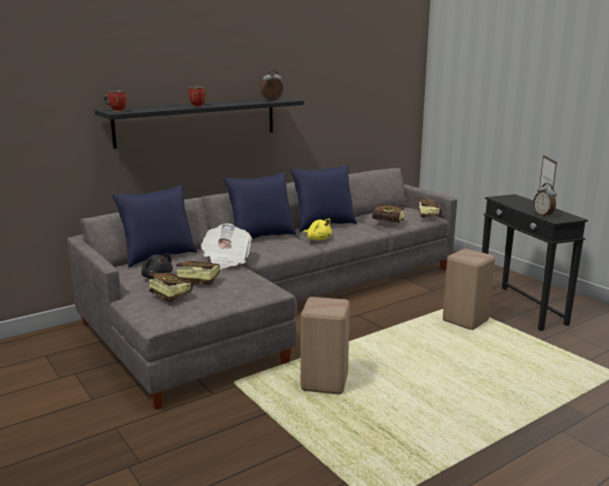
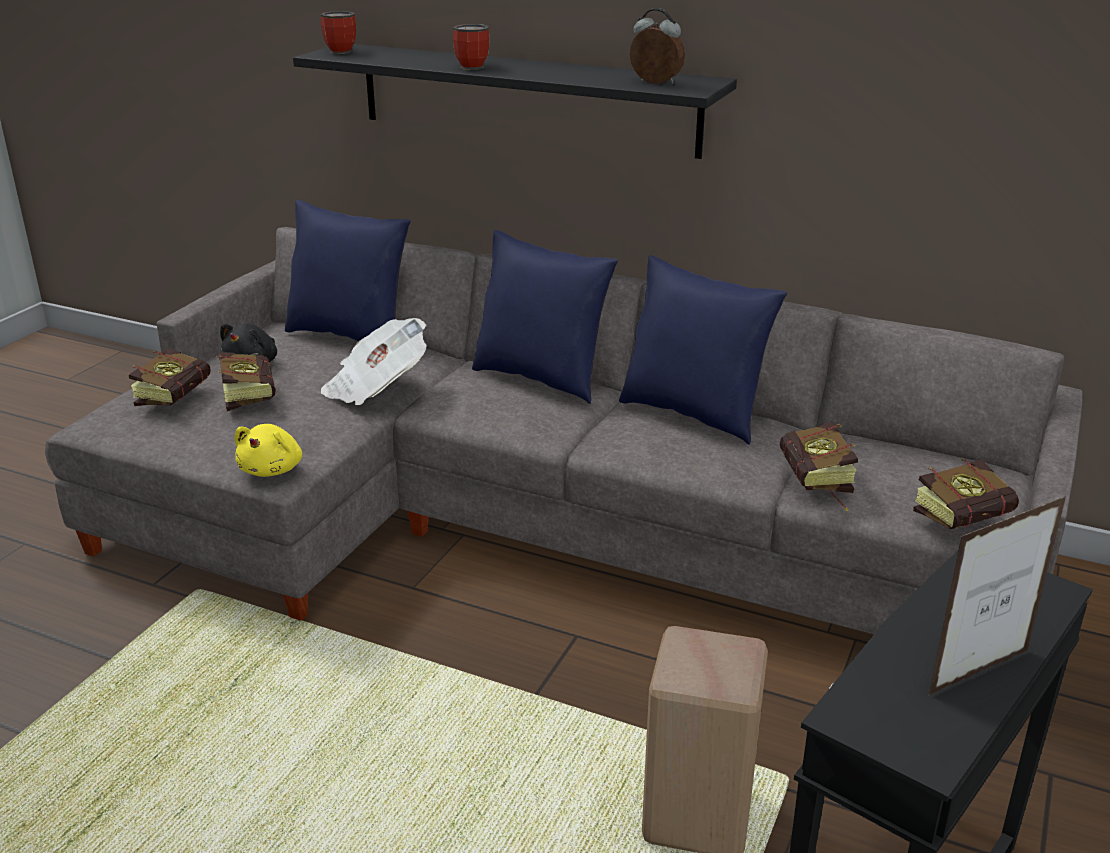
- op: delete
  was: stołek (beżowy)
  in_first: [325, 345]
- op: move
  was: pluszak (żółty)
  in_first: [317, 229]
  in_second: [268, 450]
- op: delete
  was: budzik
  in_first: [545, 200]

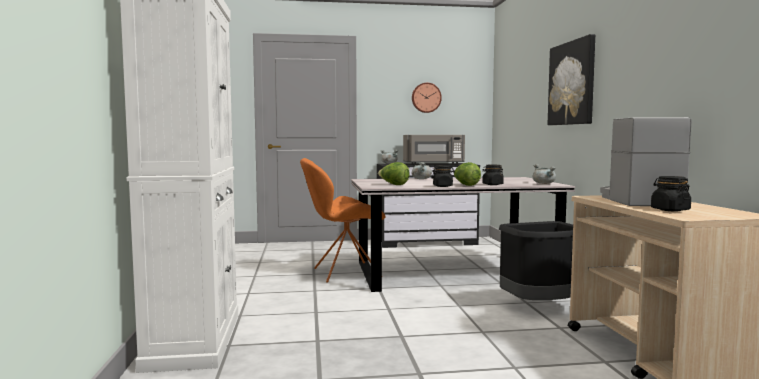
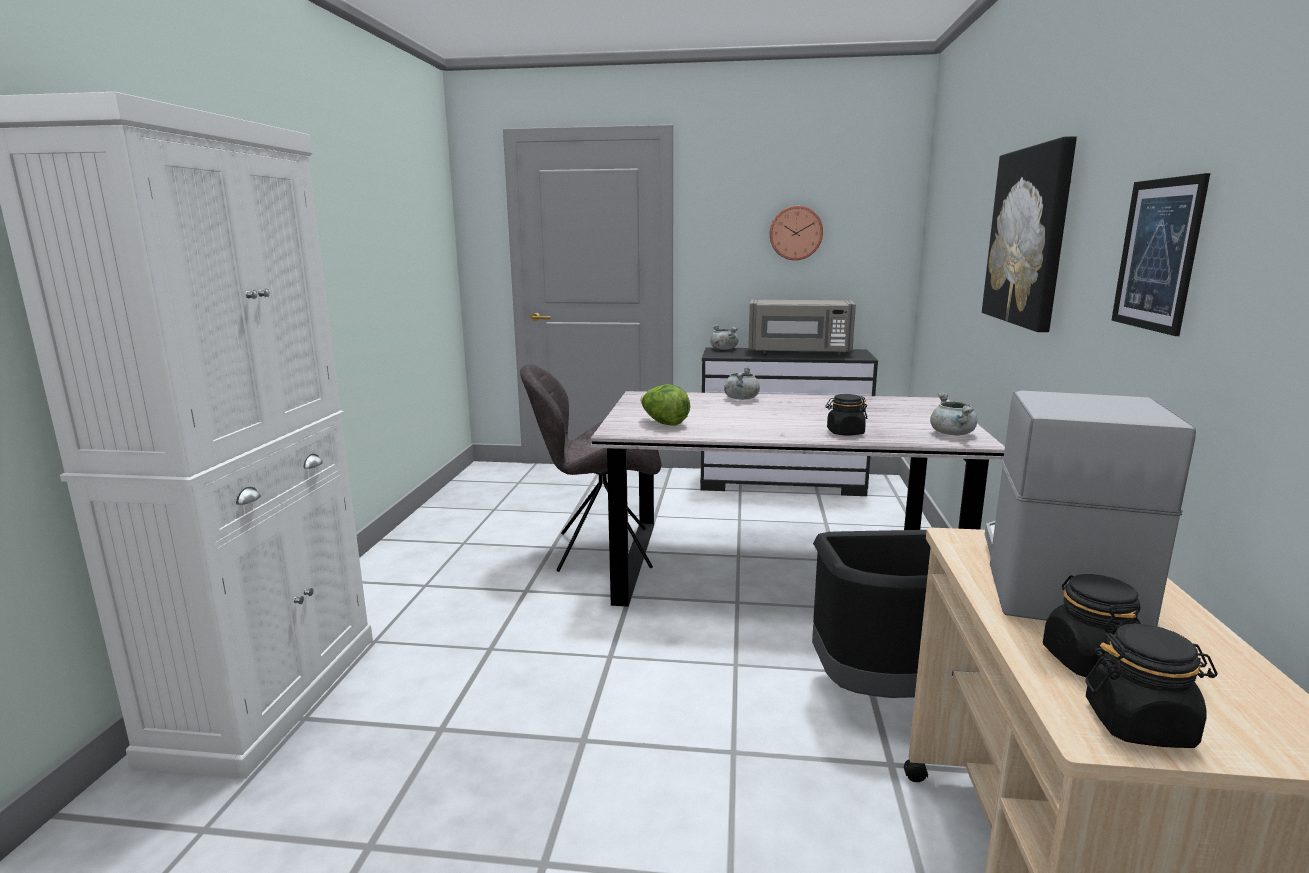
- op: recolor
  was: krzesło (pomarańczowy)
  now: krzesło (szary)
  in_first: [343, 220]
  in_second: [590, 468]
- op: move
  was: słoik (czarny)
  in_first: [443, 176]
  in_second: [1151, 685]
- op: delete
  was: sałata
  in_first: [467, 174]
- op: insert
  now: obraz
  in_second: [1160, 254]

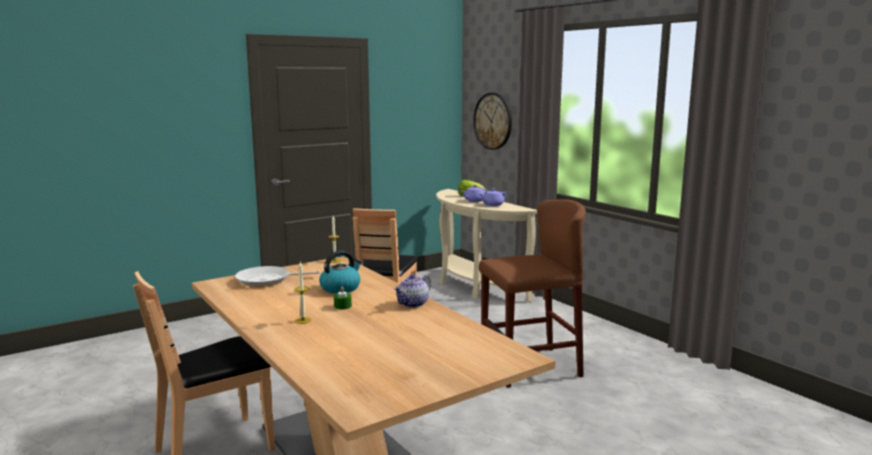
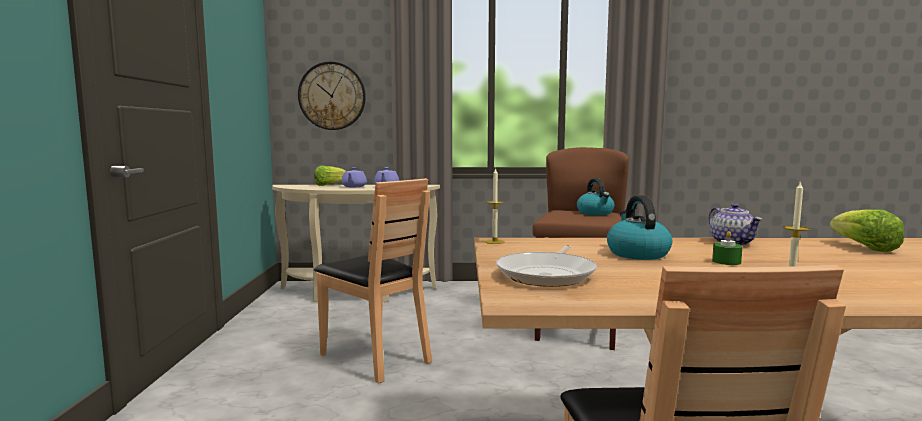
- op: insert
  now: czajnik
  in_second: [595, 196]
- op: insert
  now: sałata
  in_second: [867, 230]

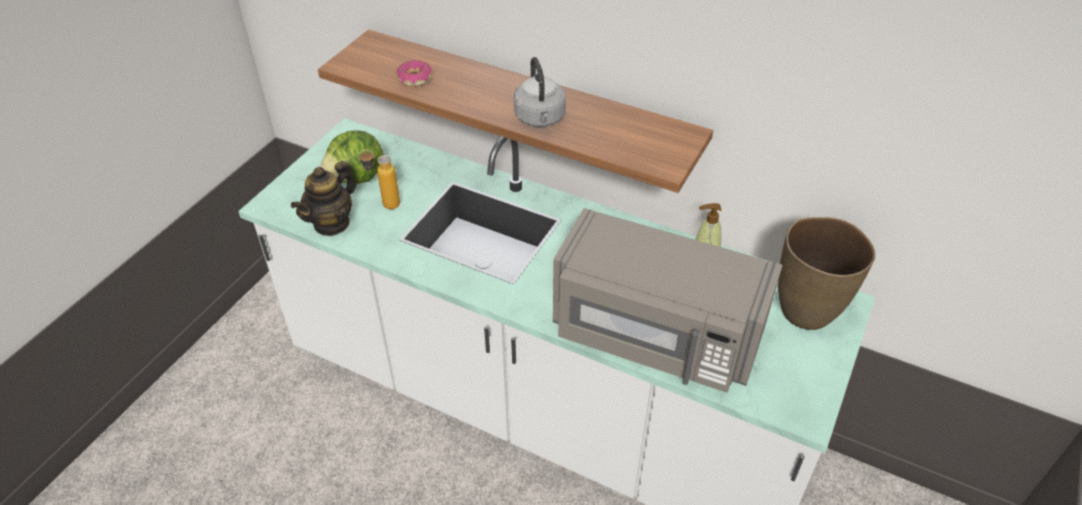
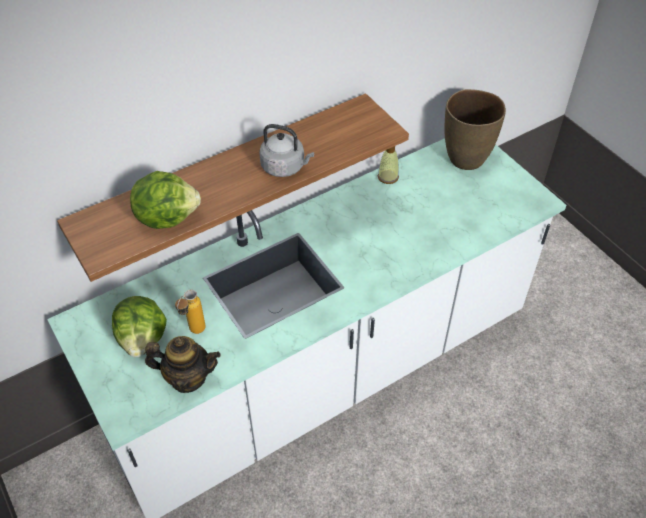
- op: rotate
  was: imbryk
  in_first: [323, 198]
  in_second: [183, 364]
  clockwise: -60
- op: replace
  was: donut
  now: sałata
  in_first: [414, 73]
  in_second: [165, 200]
- op: delete
  was: mikrofalówka (szary)
  in_first: [668, 300]

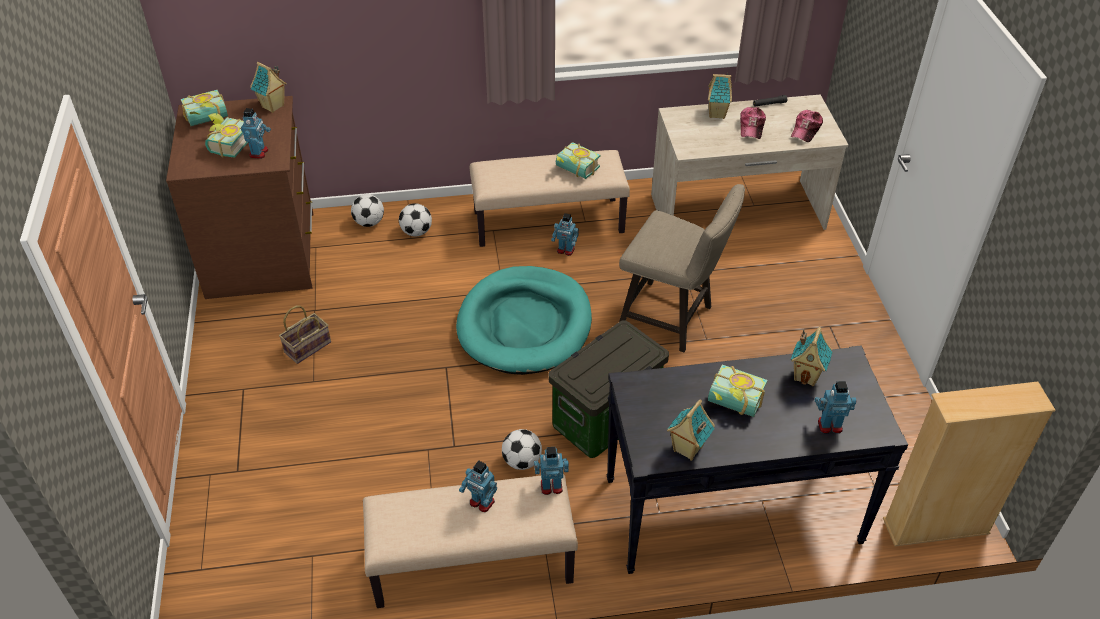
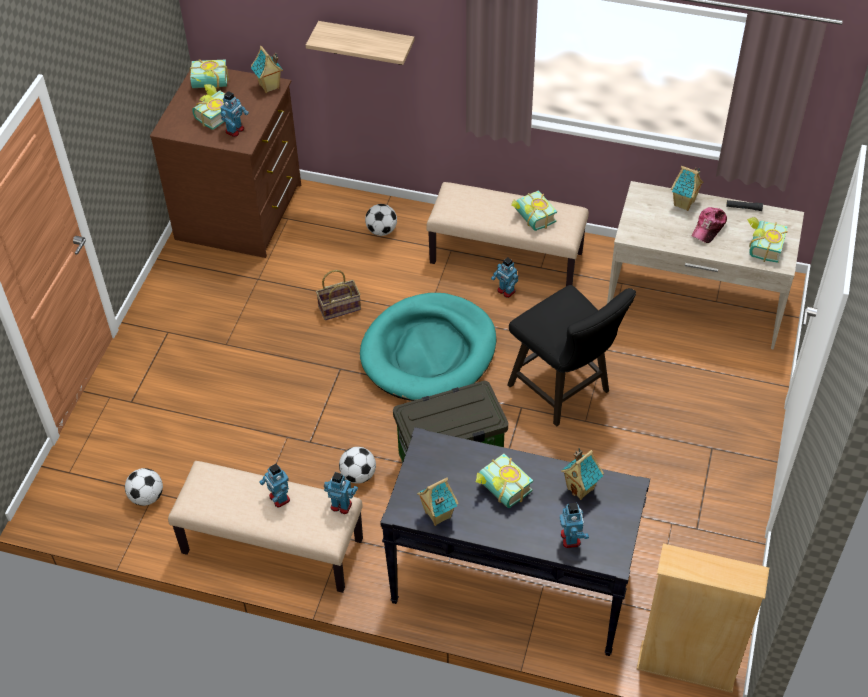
- op: move
  was: koszyk
  in_first: [305, 334]
  in_second: [338, 295]
- op: move
  was: piłka futbolowa
  in_first: [367, 210]
  in_second: [144, 487]
- op: recolor
  was: stołek (beżowy)
  now: stołek (czarny)
  in_first: [682, 268]
  in_second: [571, 356]
- op: replace
  was: czapka z daszkiem
  now: książka
  in_first: [807, 126]
  in_second: [767, 240]
- op: rotate
  was: robot zabawkowy
  in_first: [835, 407]
  in_second: [574, 525]
  clockwise: 60
- op: insert
  now: półka
  in_second: [360, 43]

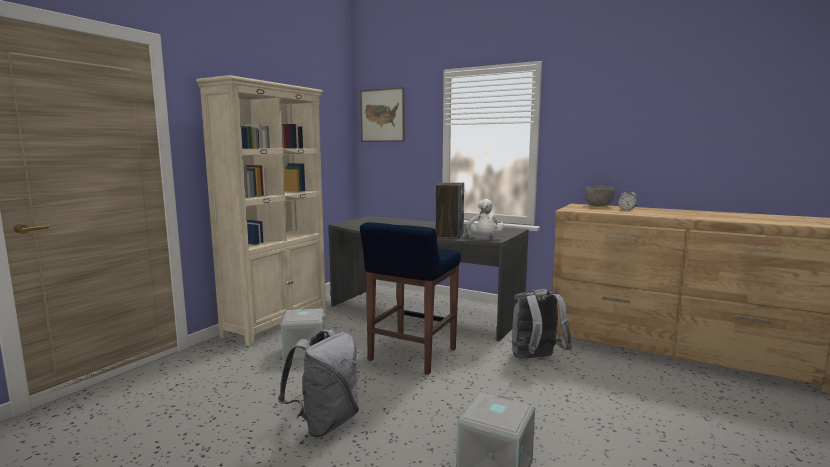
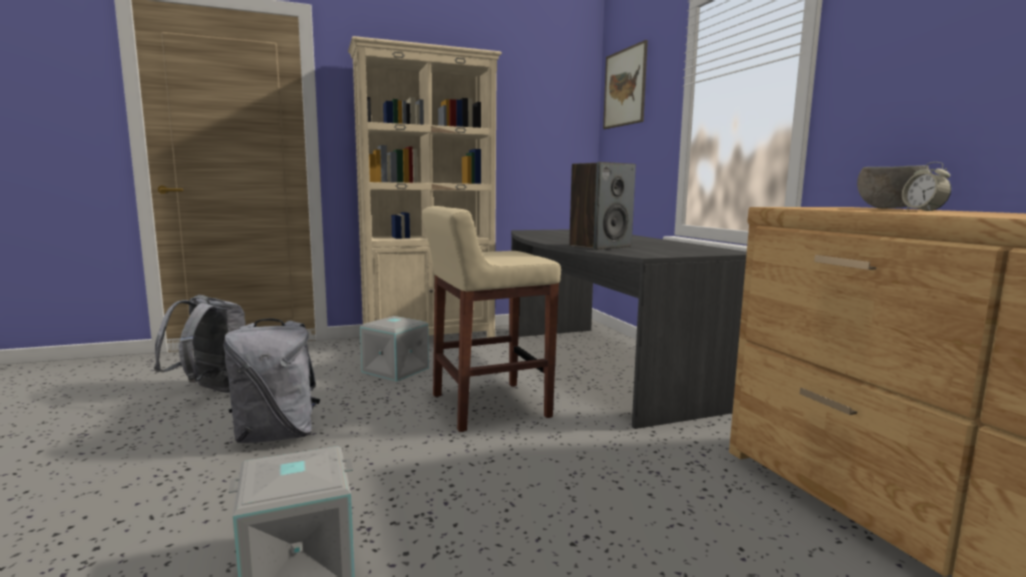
- op: recolor
  was: stołek (niebieski)
  now: stołek (beżowy)
  in_first: [410, 298]
  in_second: [491, 319]
- op: delete
  was: pluszak (biały)
  in_first: [485, 217]
- op: move
  was: plecak (szary)
  in_first: [542, 324]
  in_second: [200, 344]

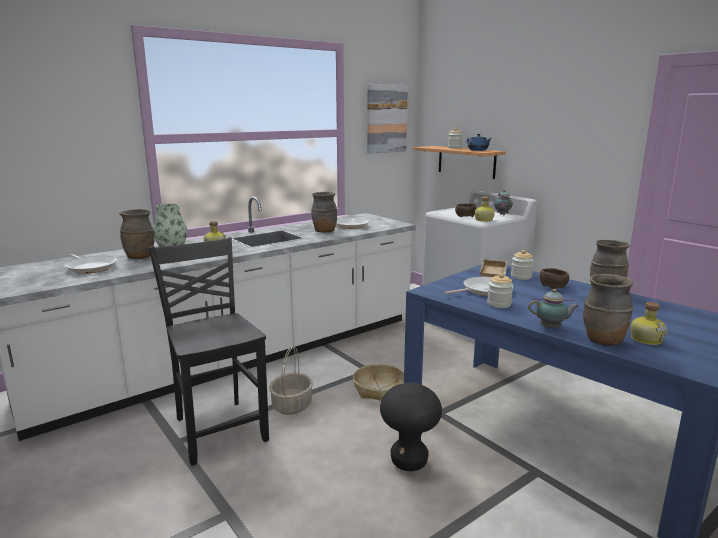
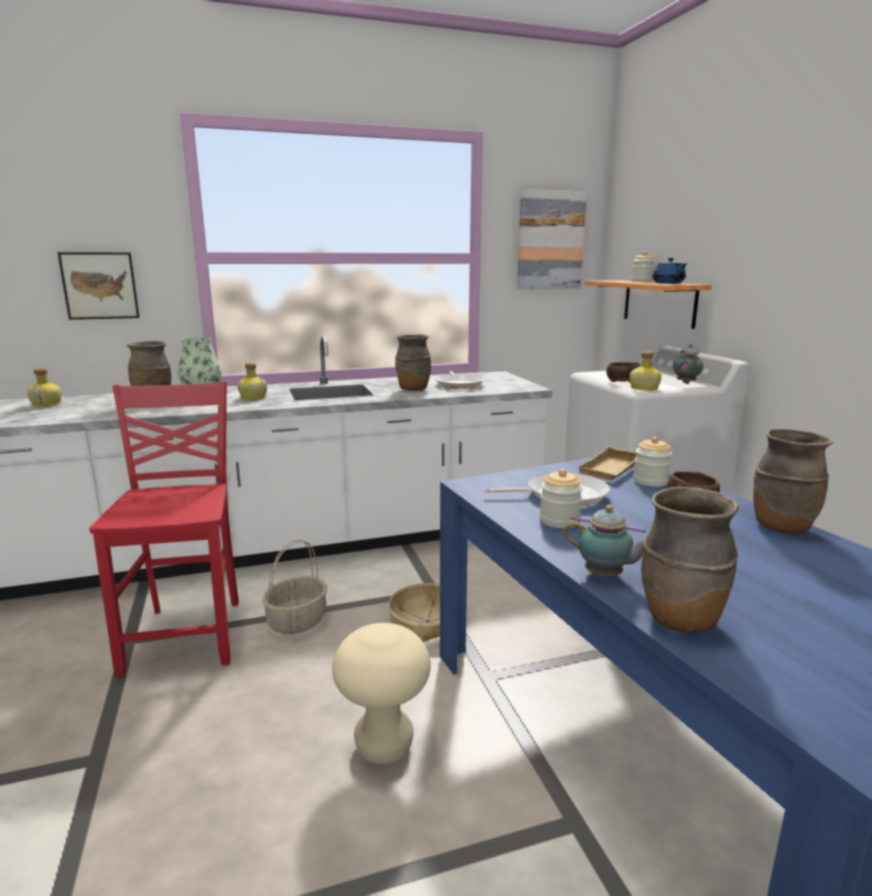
- op: delete
  was: patelnia
  in_first: [90, 264]
- op: recolor
  was: krzesło (czarny)
  now: krzesło (czerwony)
  in_first: [209, 351]
  in_second: [164, 529]
- op: recolor
  was: stołek (czarny)
  now: stołek (beżowy)
  in_first: [411, 426]
  in_second: [381, 693]
- op: move
  was: butelka
  in_first: [649, 323]
  in_second: [44, 387]
- op: insert
  now: obraz
  in_second: [98, 286]

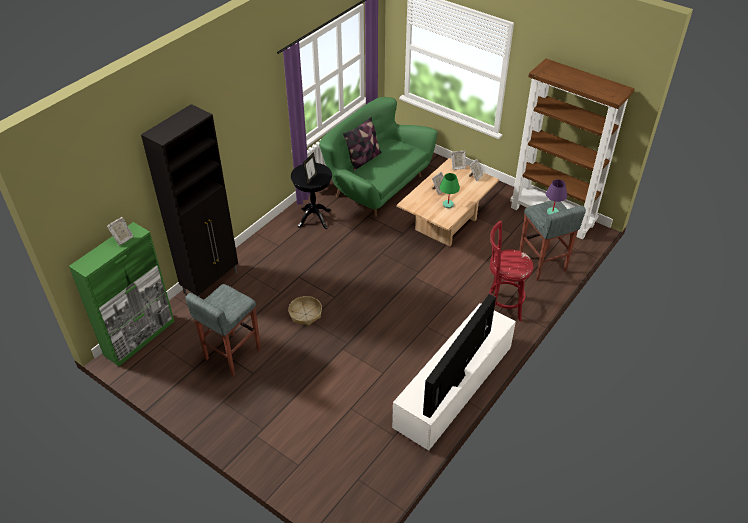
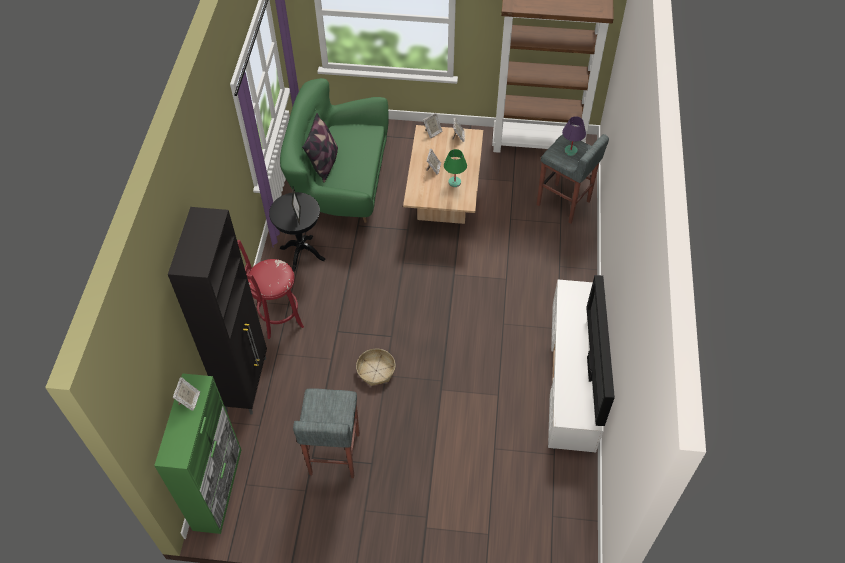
- op: move
  was: stołek (czerwony)
  in_first: [511, 271]
  in_second: [270, 289]

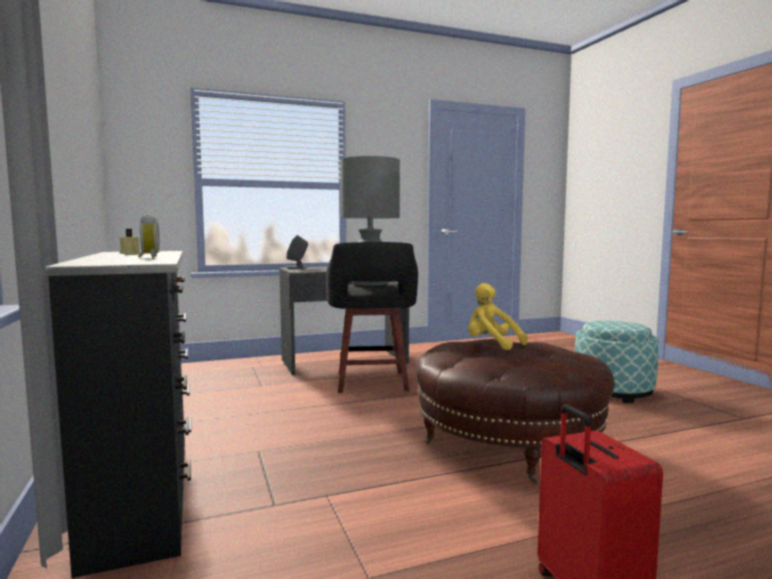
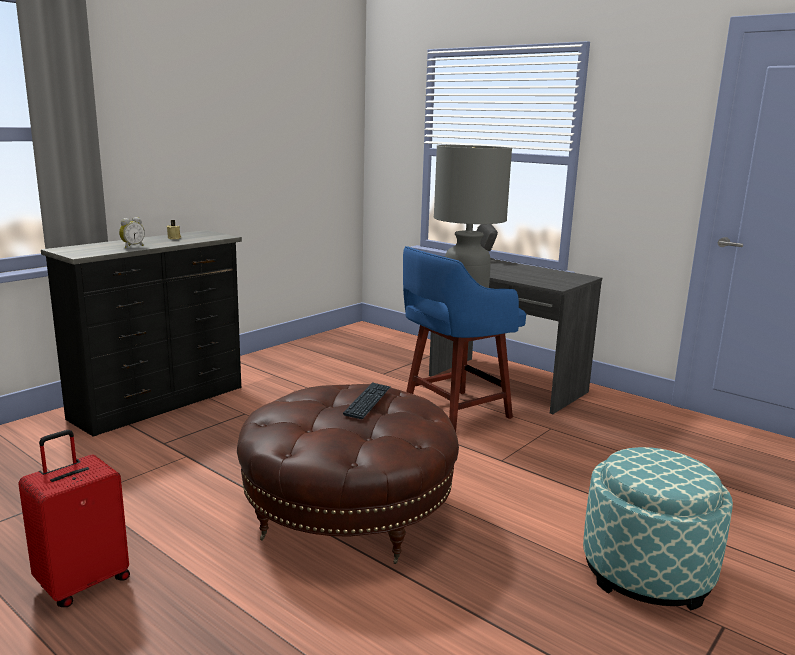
- op: recolor
  was: stołek (czarny)
  now: stołek (niebieski)
  in_first: [372, 317]
  in_second: [464, 339]
- op: replace
  was: pluszak (żółty)
  now: klawiatura
  in_first: [498, 316]
  in_second: [367, 400]

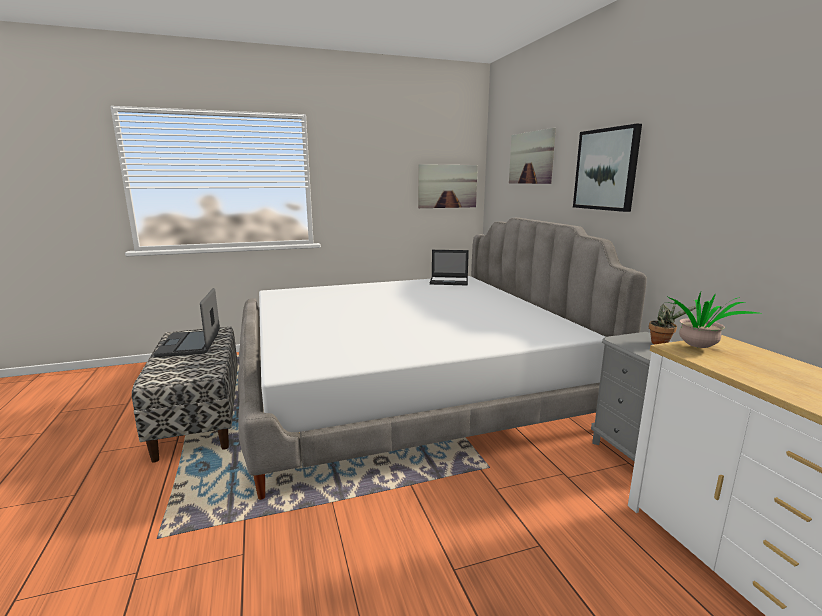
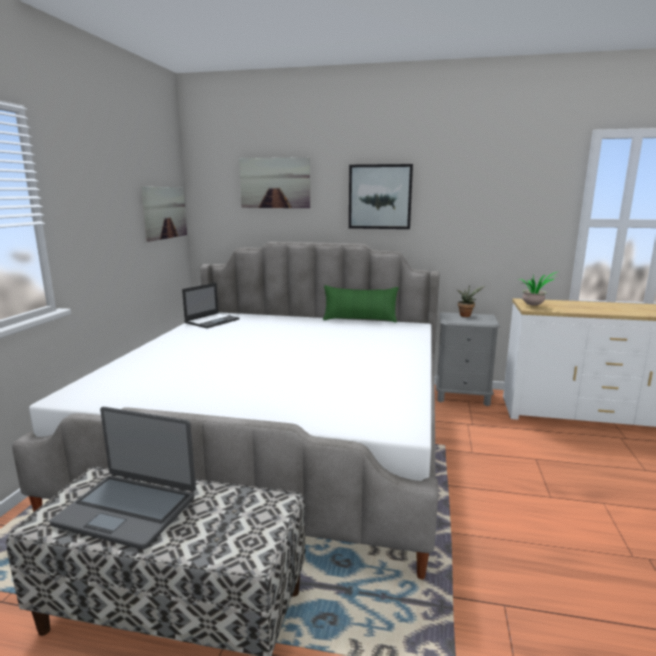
- op: insert
  now: poduszka (zielony)
  in_second: [361, 303]

